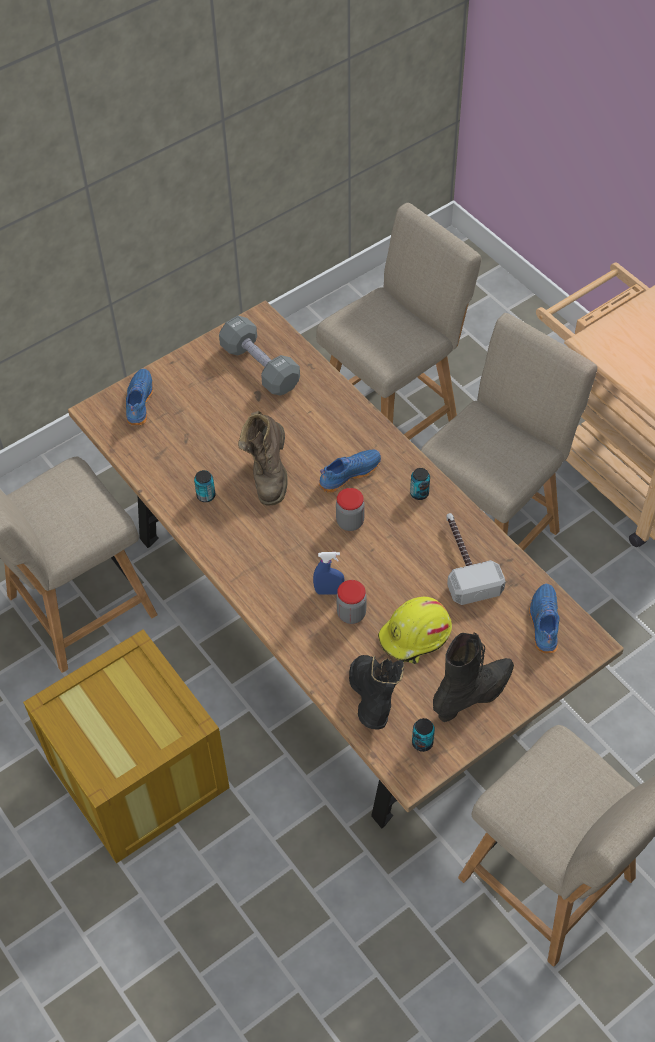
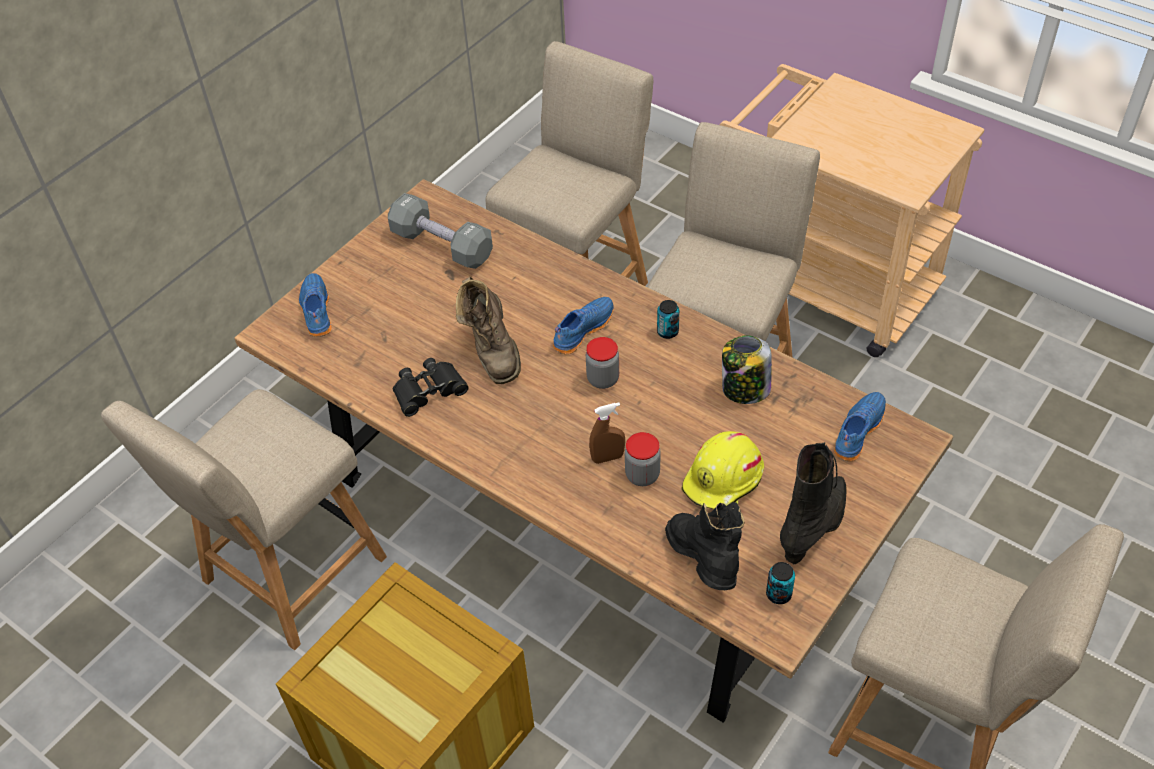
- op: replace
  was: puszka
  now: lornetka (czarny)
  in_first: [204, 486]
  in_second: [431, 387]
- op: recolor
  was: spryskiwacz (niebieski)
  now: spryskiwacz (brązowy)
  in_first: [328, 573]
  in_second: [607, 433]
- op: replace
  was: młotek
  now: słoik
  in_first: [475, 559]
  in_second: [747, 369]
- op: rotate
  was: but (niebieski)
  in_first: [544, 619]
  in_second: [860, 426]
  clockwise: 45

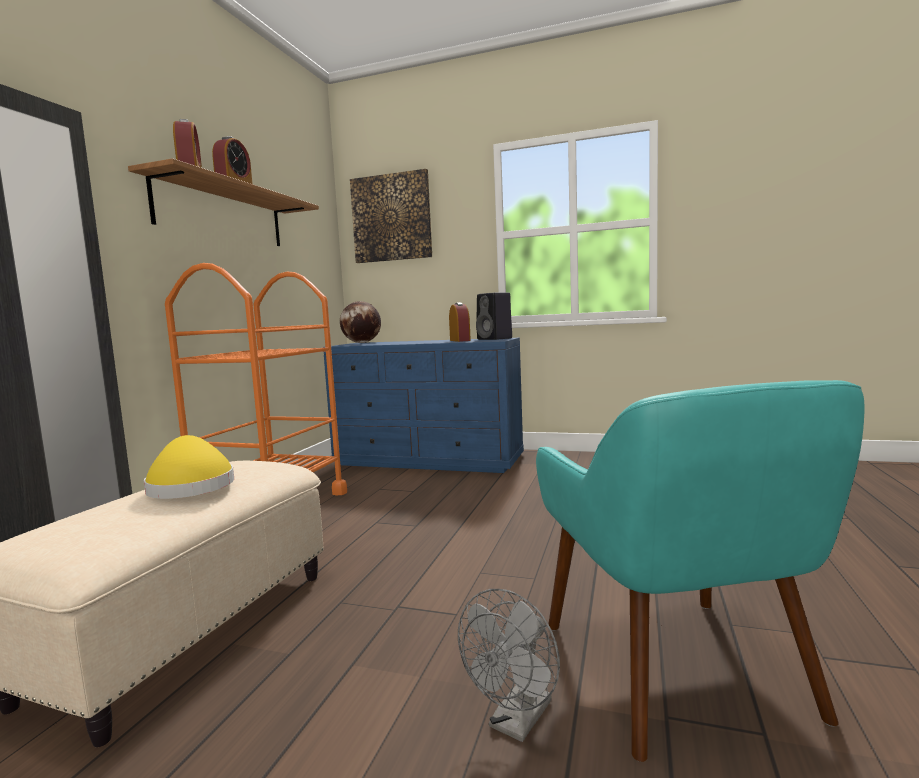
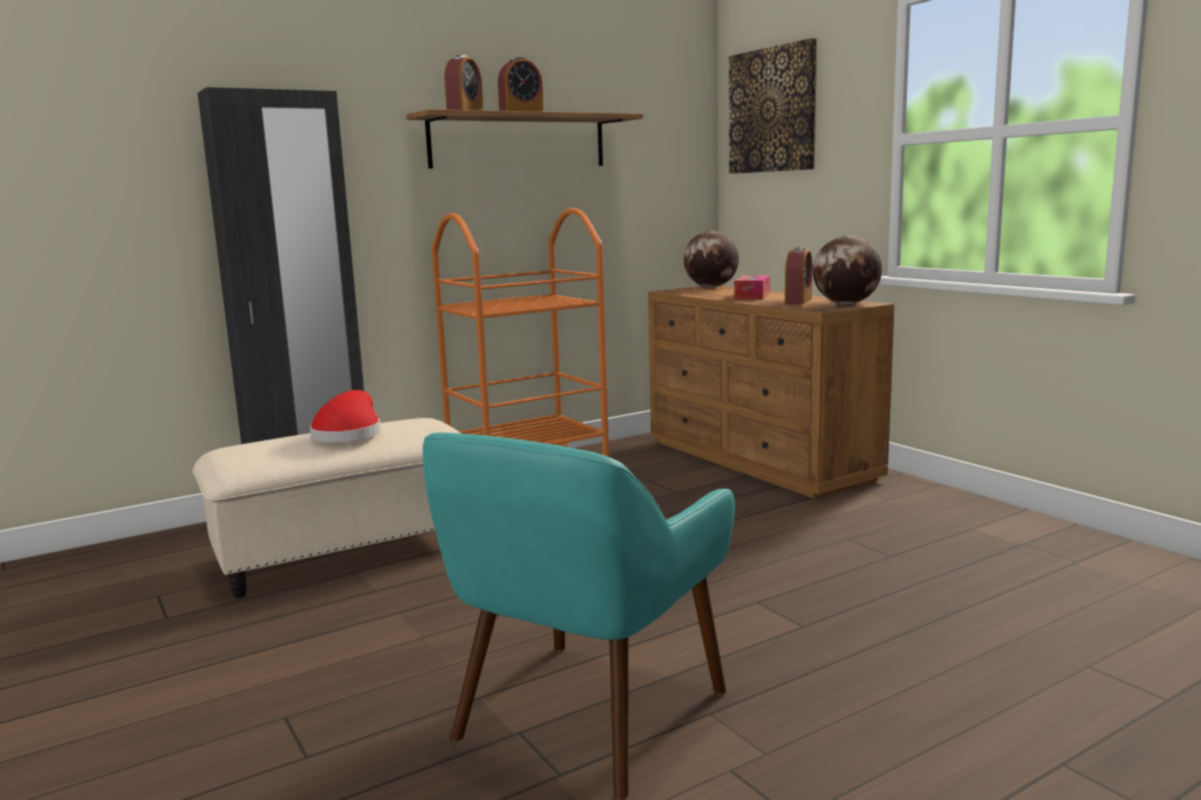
- op: recolor
  was: kapelusz (żółty)
  now: kapelusz (czerwony)
  in_first: [189, 467]
  in_second: [345, 416]
- op: recolor
  was: komoda (niebieski)
  now: komoda (brązowy)
  in_first: [423, 405]
  in_second: [771, 392]
- op: delete
  was: wentylator (szary)
  in_first: [509, 665]
- op: replace
  was: głośnik (czarny)
  now: globus
  in_first: [494, 316]
  in_second: [847, 270]
- op: insert
  now: pudełko chusteczek
  in_second: [752, 287]

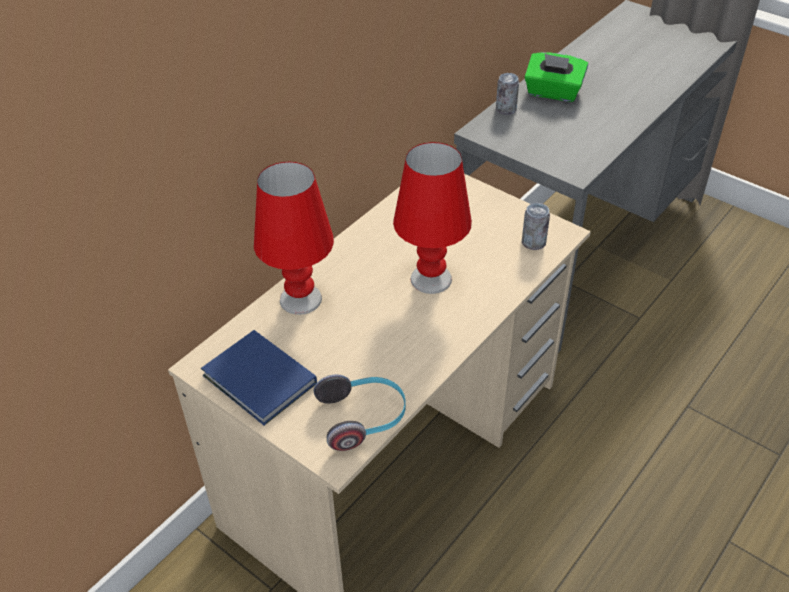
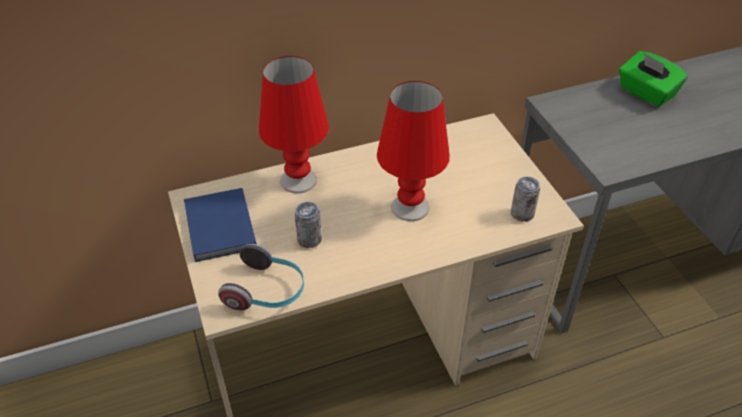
- op: move
  was: puszka
  in_first: [507, 94]
  in_second: [308, 225]

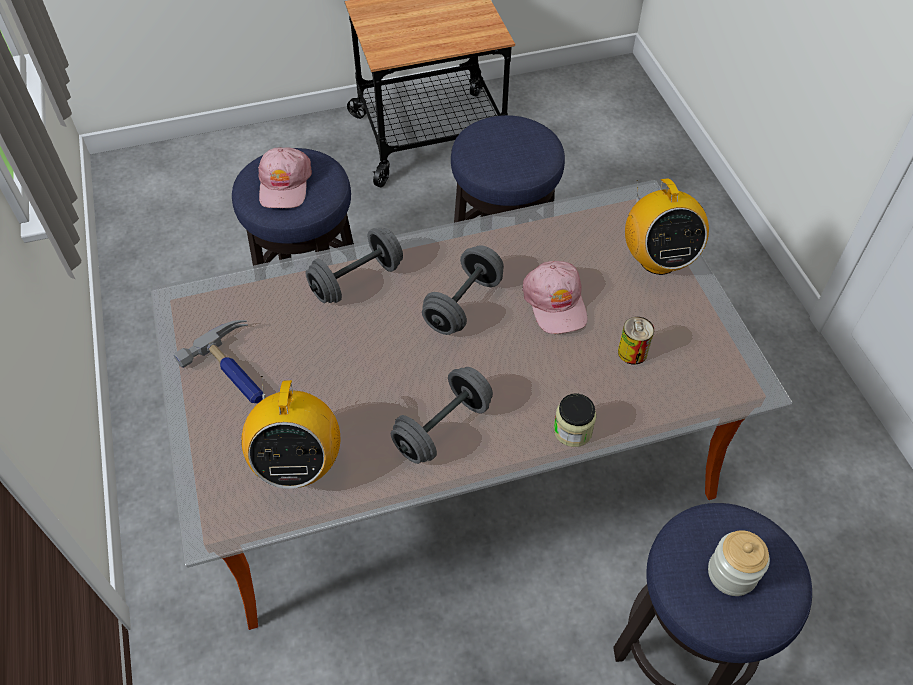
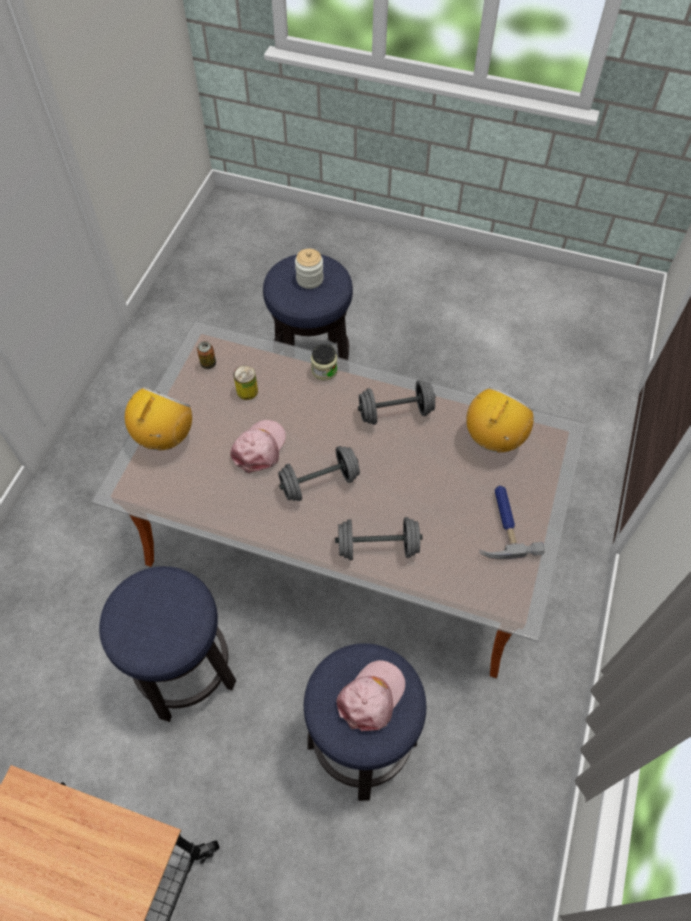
- op: insert
  now: puszka
  in_second: [206, 355]

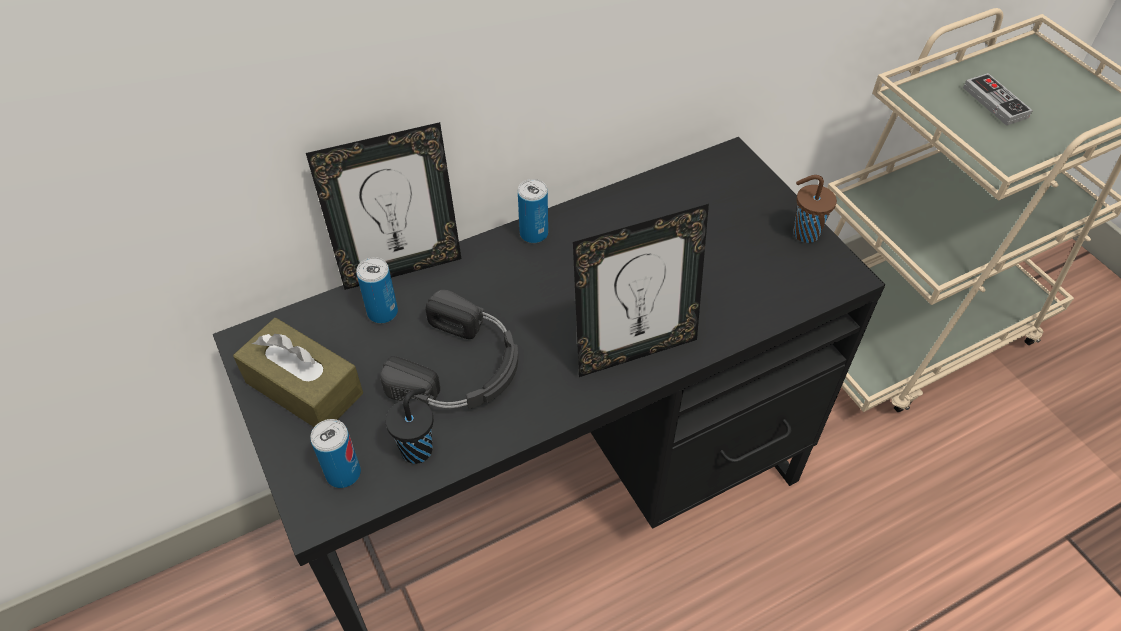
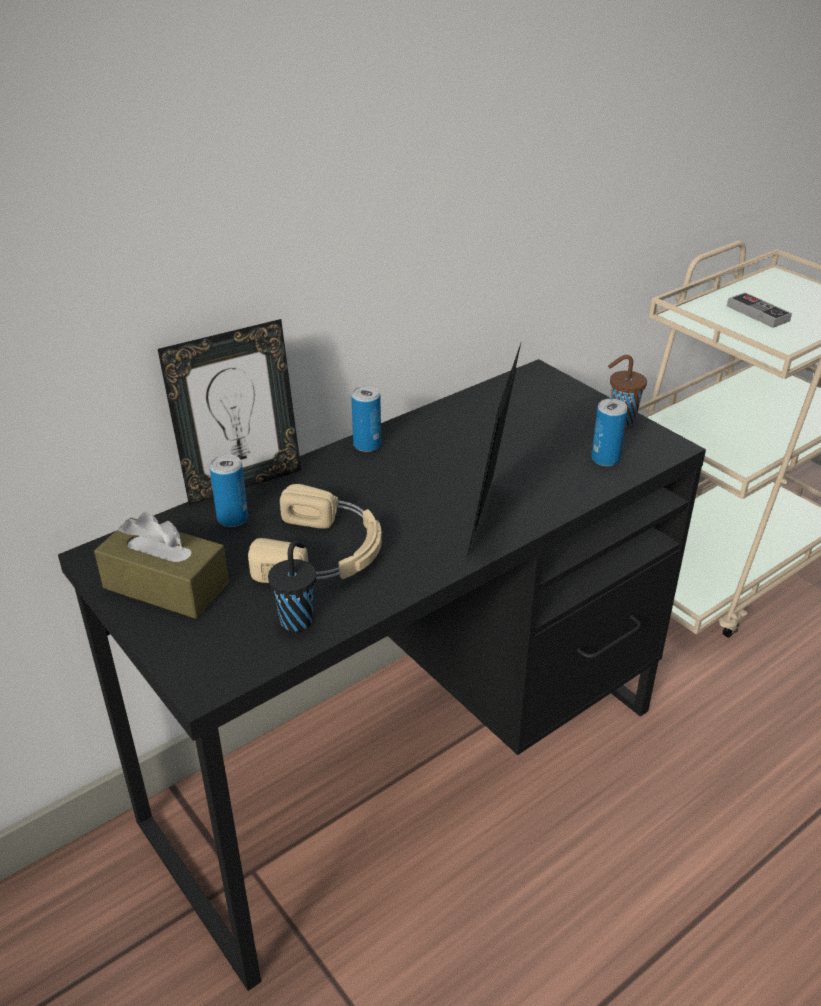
- op: move
  was: puszka
  in_first: [336, 453]
  in_second: [609, 432]
- op: recolor
  was: słuchawki (czarny)
  now: słuchawki (beżowy)
  in_first: [449, 349]
  in_second: [315, 533]
- op: rotate
  was: ramka na zdjęcie
  in_first: [641, 290]
  in_second: [494, 450]
  clockwise: 135

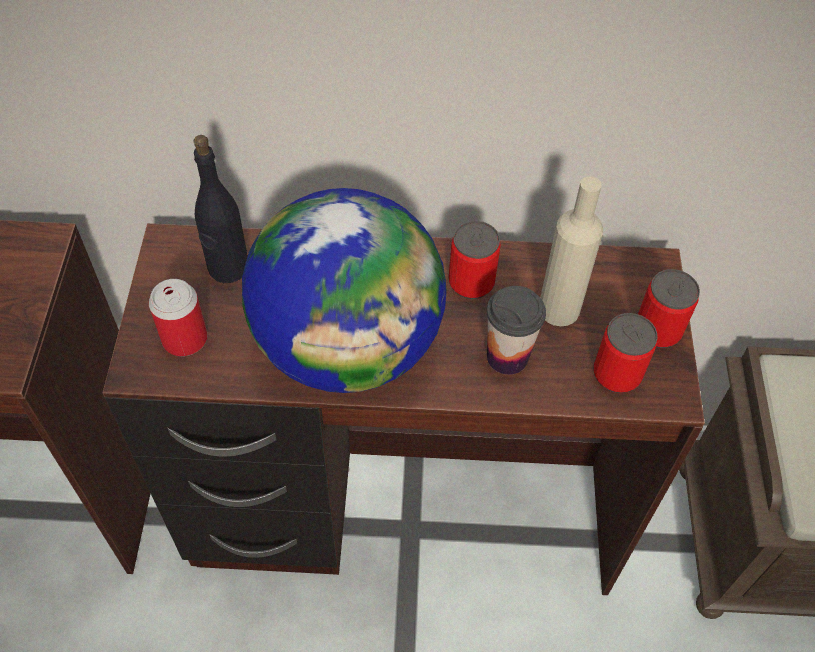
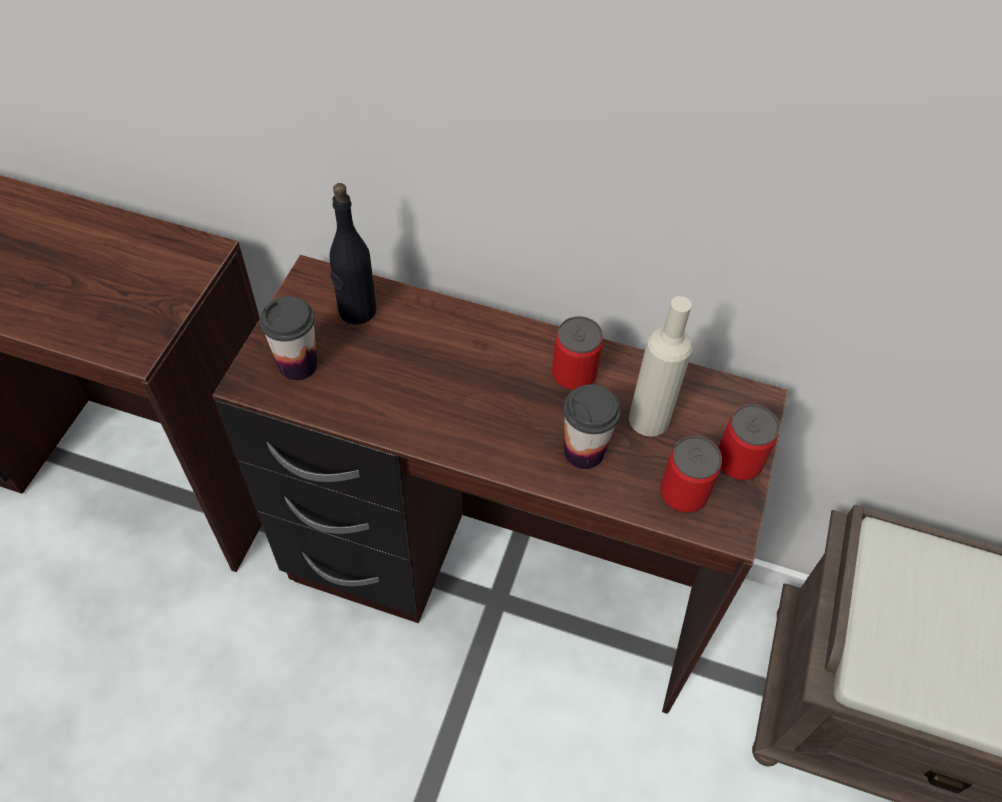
- op: replace
  was: puszka
  now: filiżanka
  in_first: [178, 317]
  in_second: [288, 338]
- op: delete
  was: globus
  in_first: [344, 290]

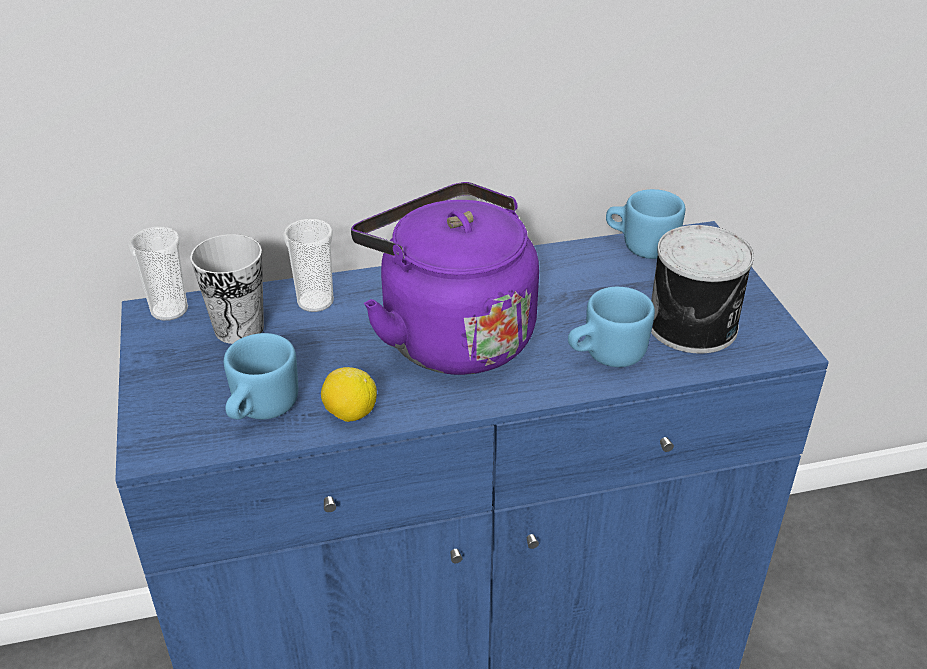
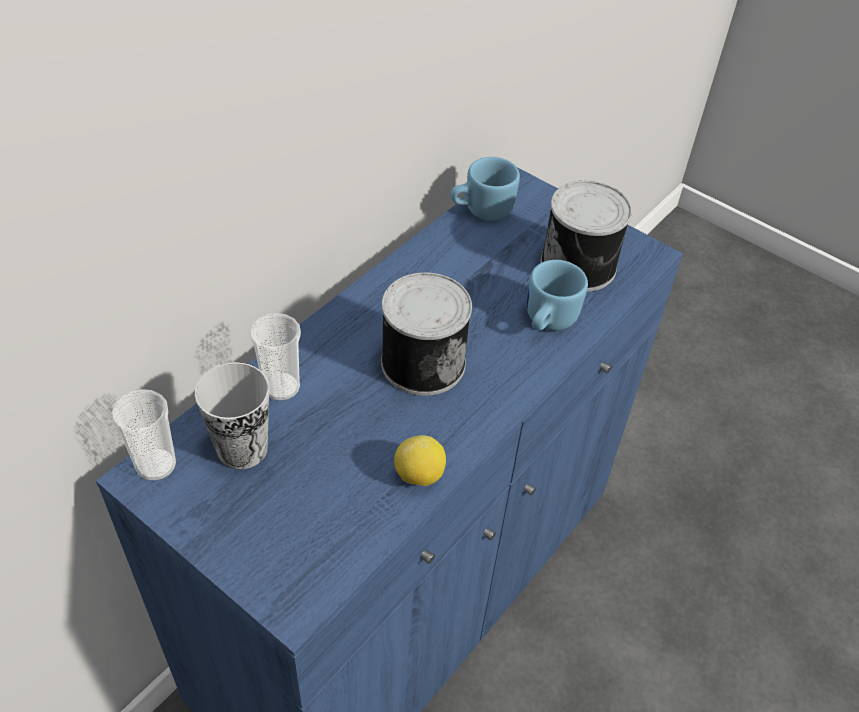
- op: delete
  was: kubek (niebieski)
  in_first: [261, 376]
- op: replace
  was: czajnik (fioletowy)
  now: puszka
  in_first: [445, 278]
  in_second: [426, 334]

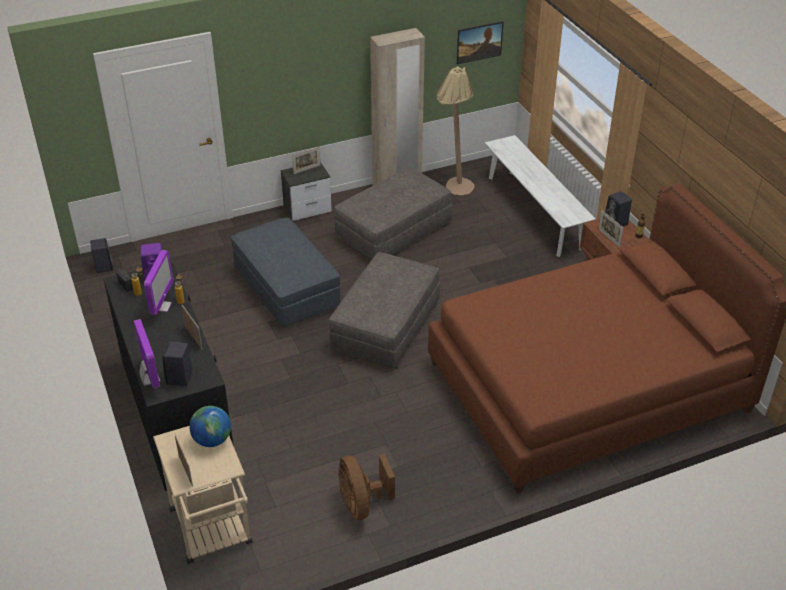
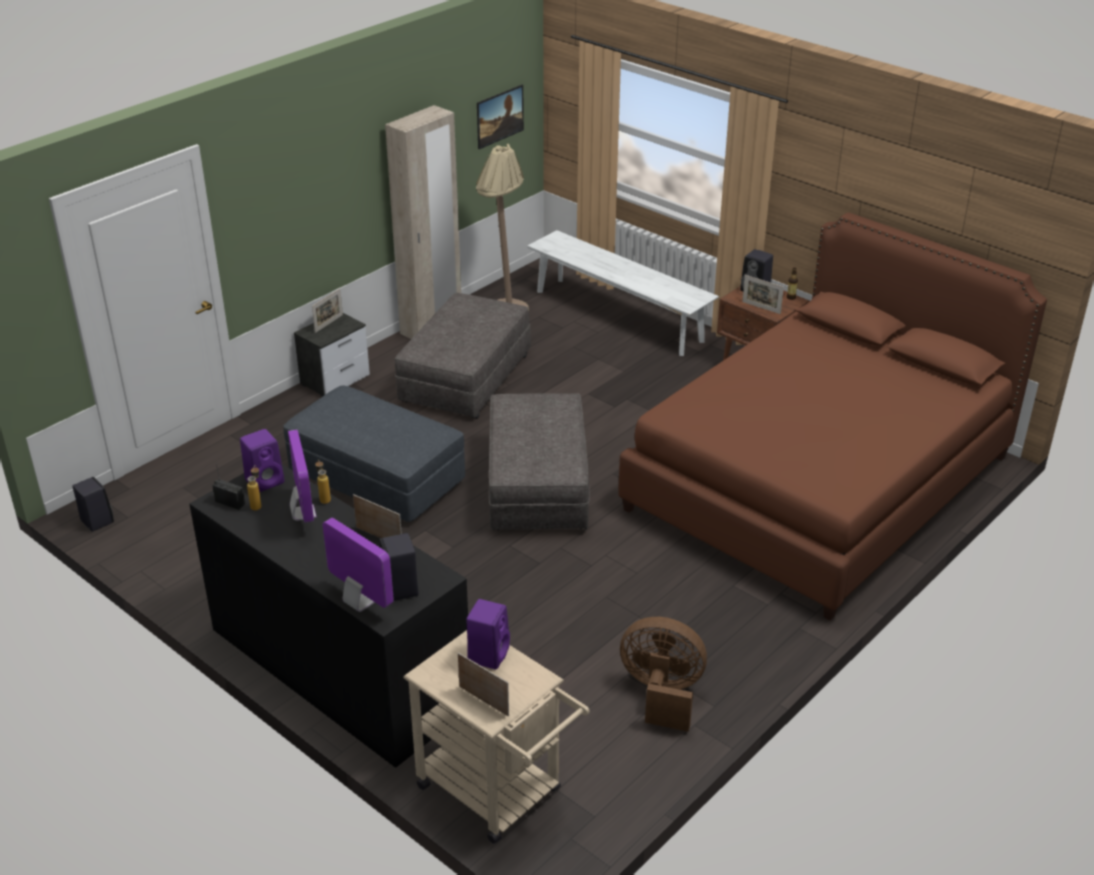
- op: replace
  was: globus
  now: głośnik (fioletowy)
  in_first: [210, 426]
  in_second: [488, 634]
- op: rotate
  was: wentylator (brązowy)
  in_first: [366, 487]
  in_second: [663, 674]
  clockwise: 150

